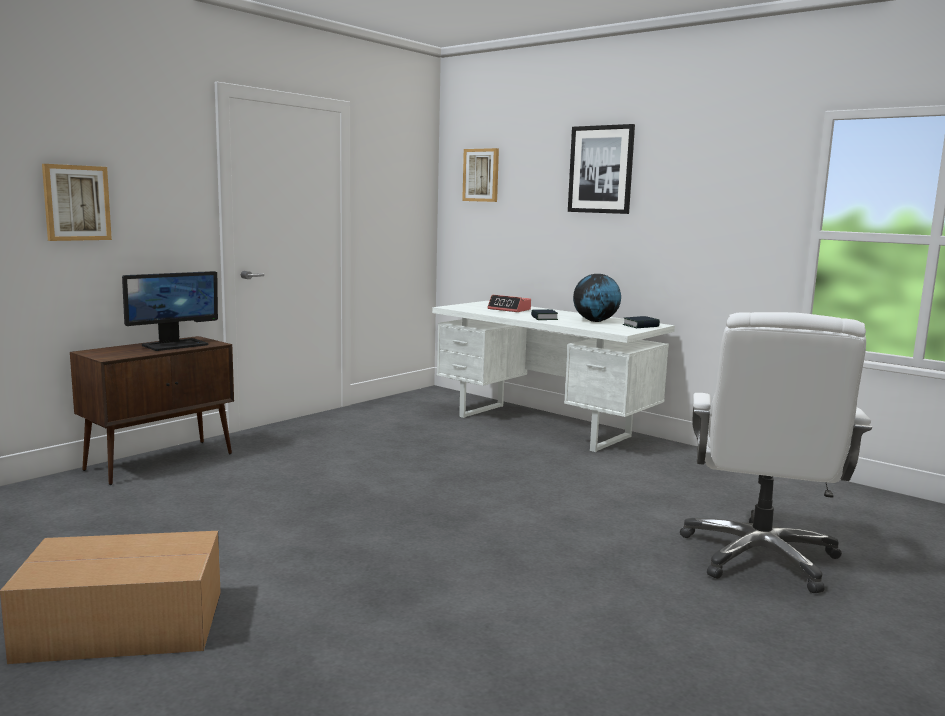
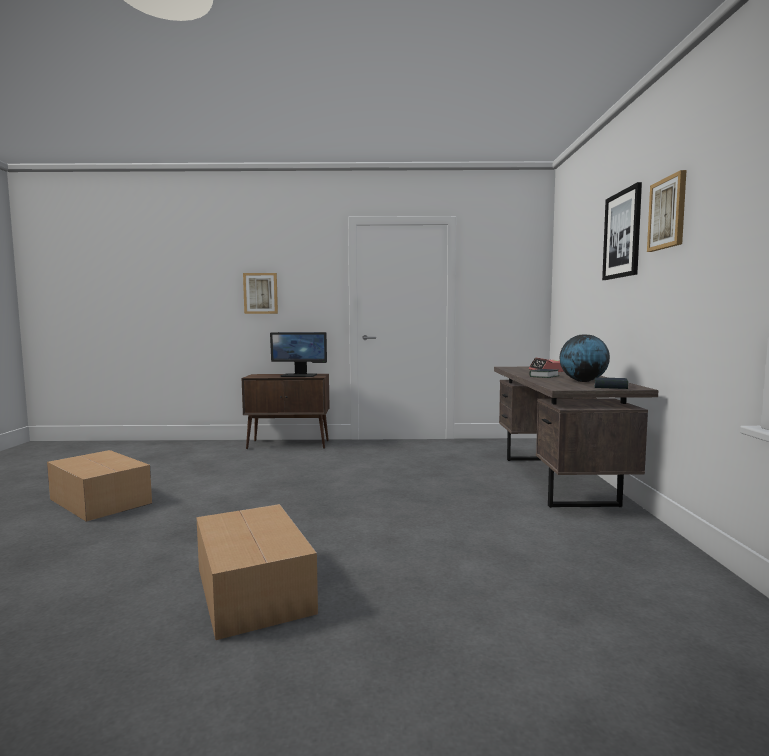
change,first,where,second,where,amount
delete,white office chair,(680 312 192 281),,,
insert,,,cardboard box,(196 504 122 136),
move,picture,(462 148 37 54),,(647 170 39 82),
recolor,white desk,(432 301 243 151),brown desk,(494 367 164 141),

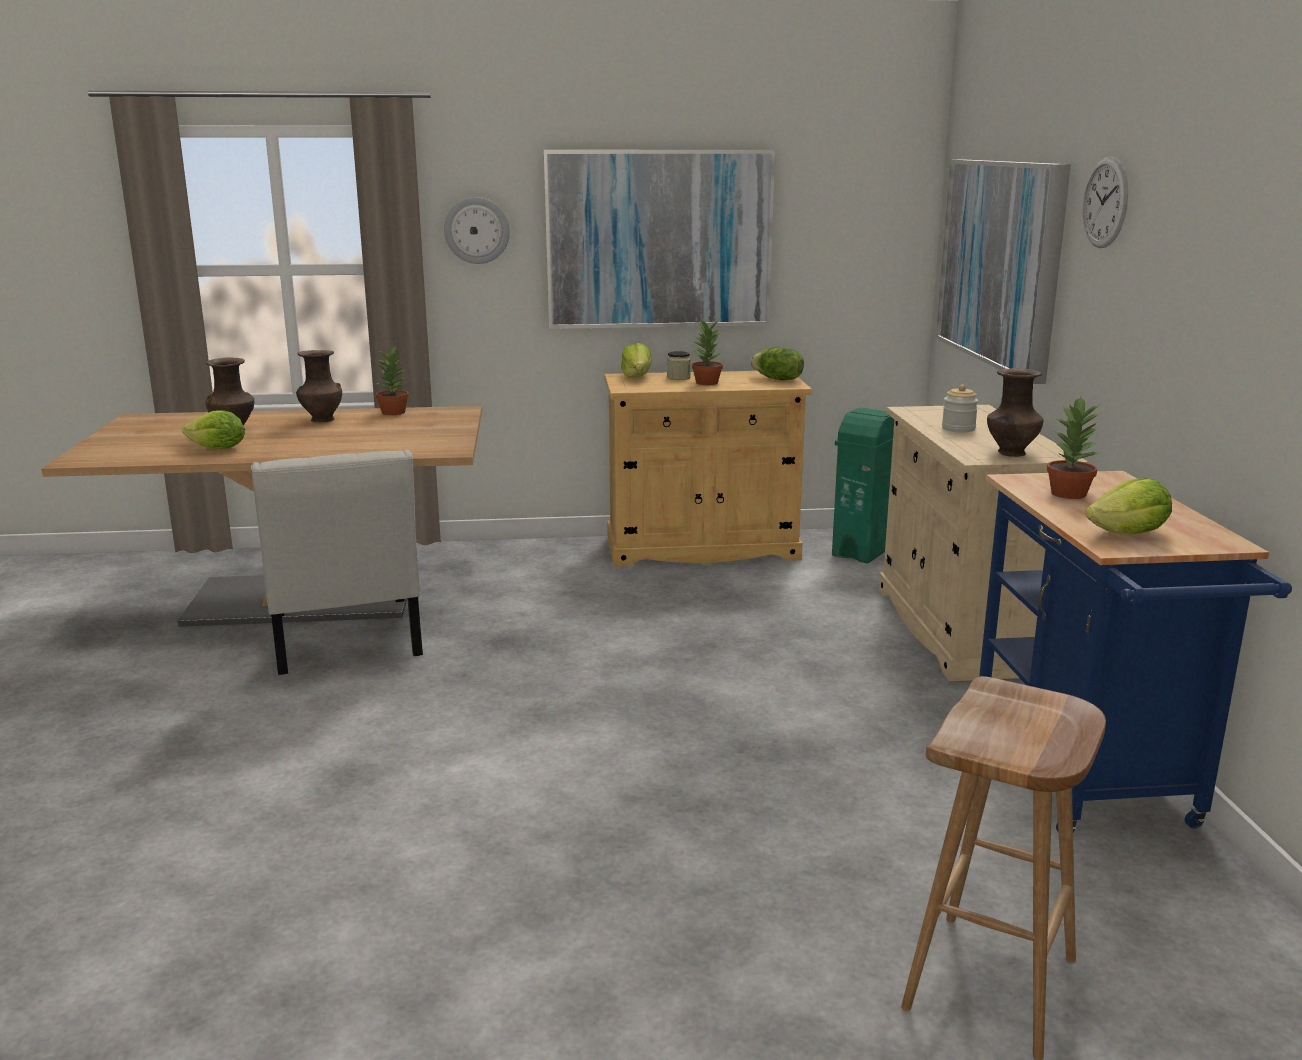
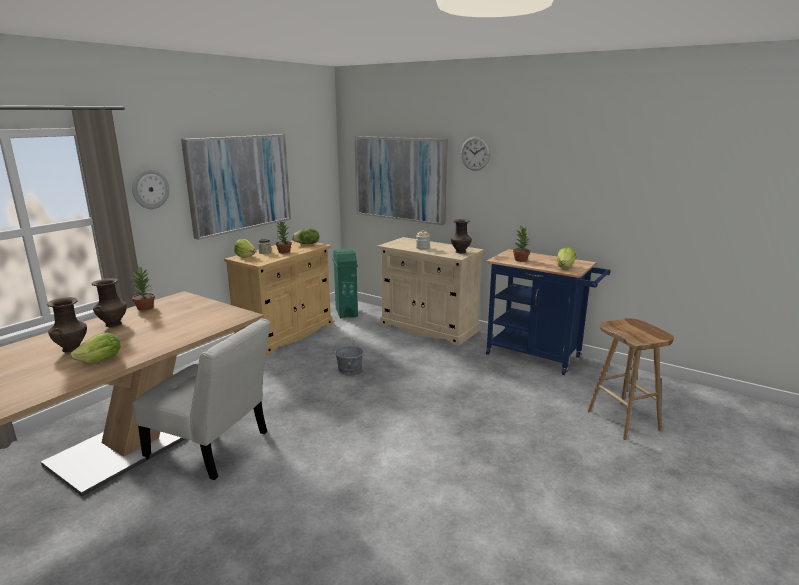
change,first,where,second,where,amount
insert,,,grey bucket,(335 337 29 38),

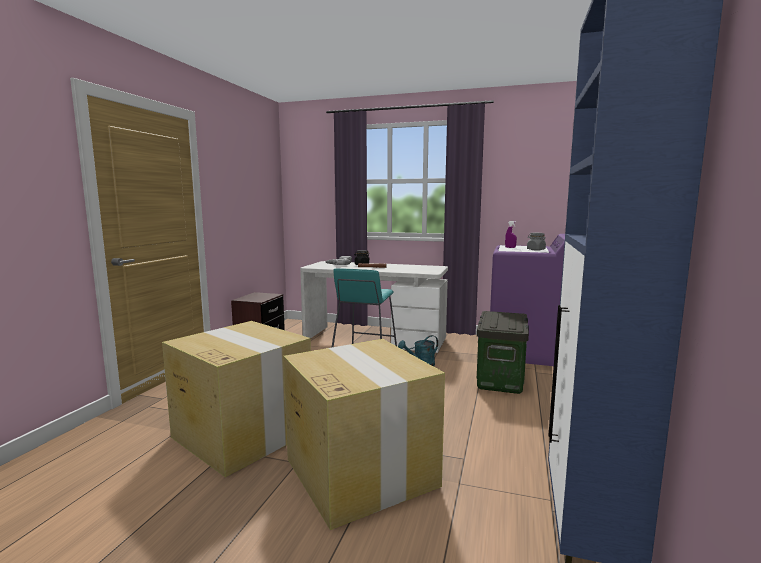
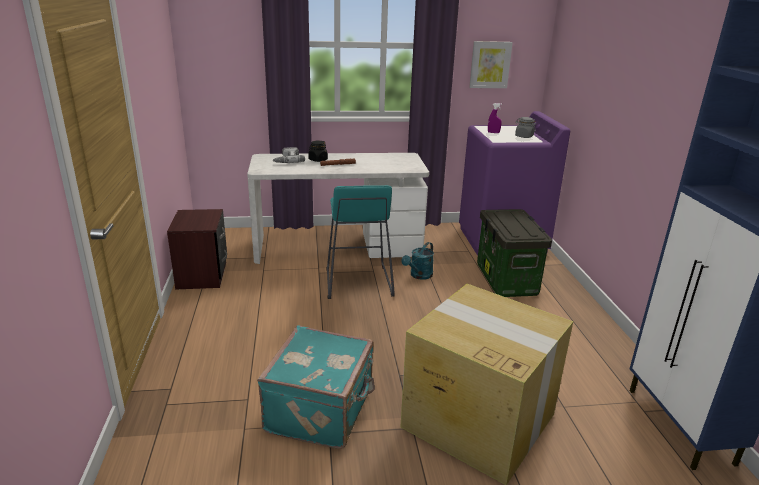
change,first,where,second,where,amount
insert,,,picture,(469 41 44 47),
replace,cardboard box,(162 321 149 156),turquoise suitcase,(257 325 118 124),

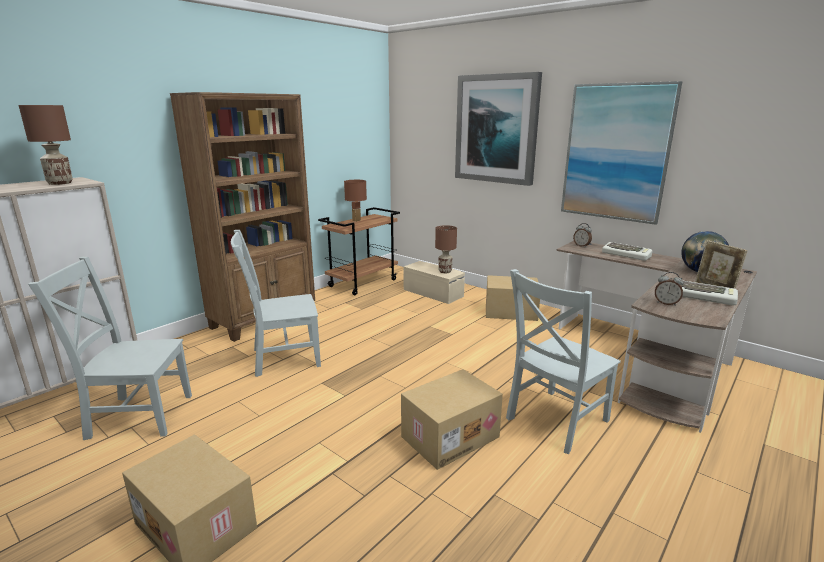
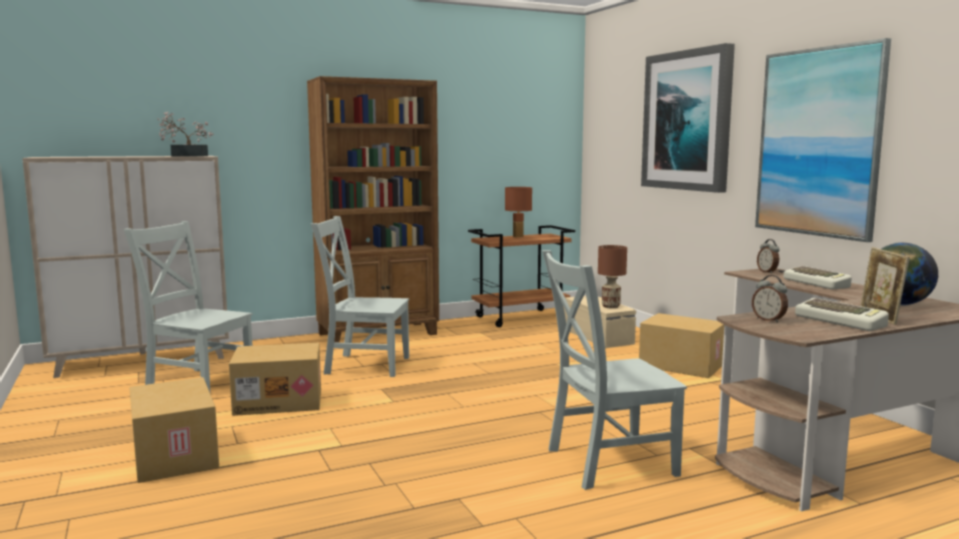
change,first,where,second,where,amount
move,cardboard box,(401 369 102 101),,(229 343 92 73),
replace,brown table lamp,(19 105 54 80),potted plant,(157 112 56 45),

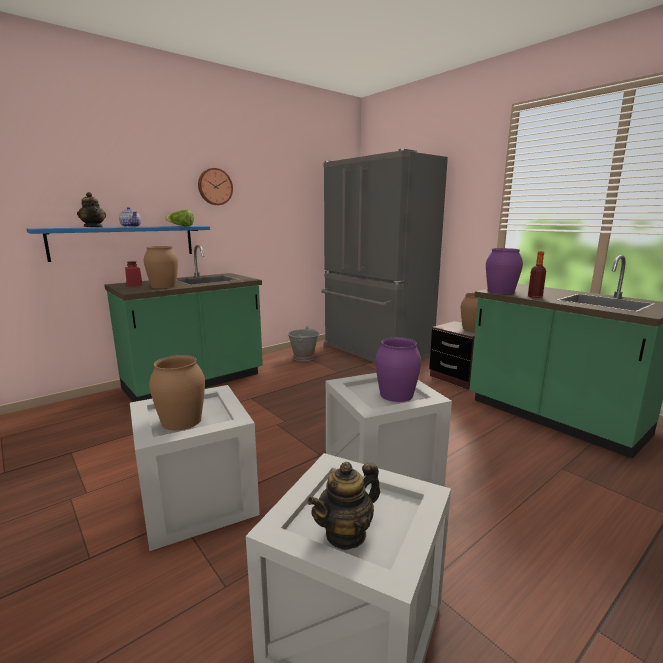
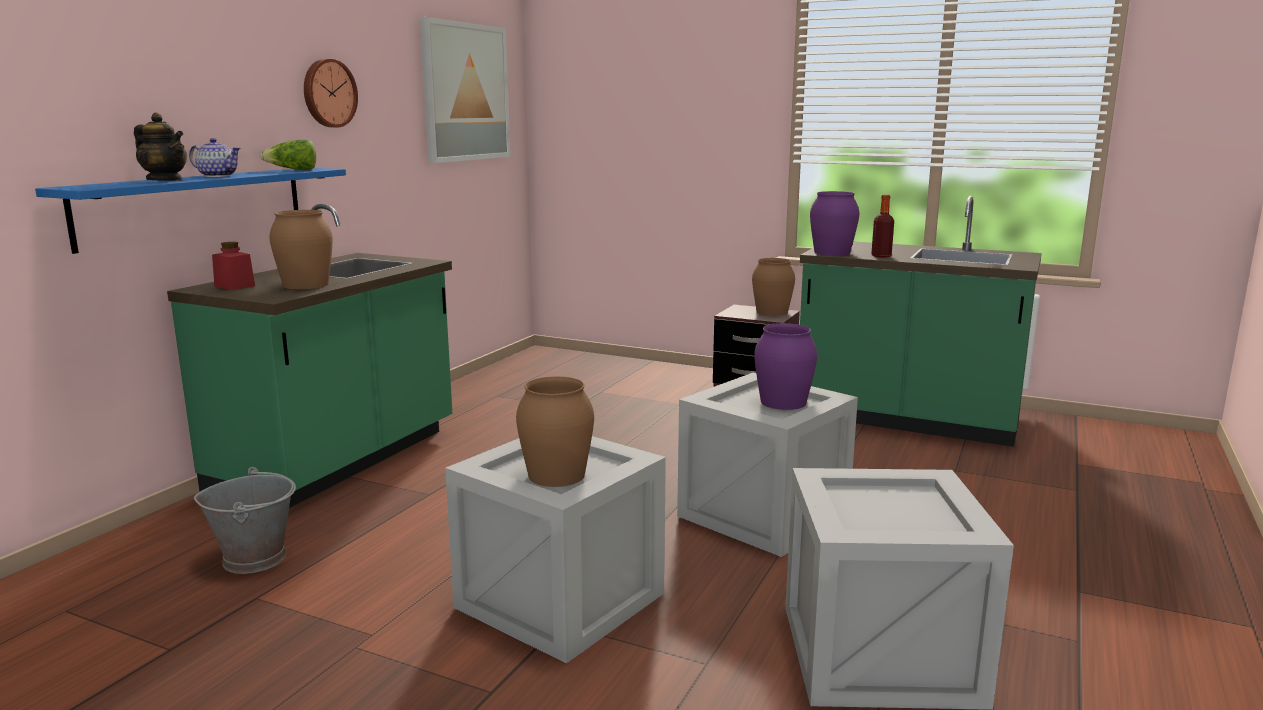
change,first,where,second,where,amount
delete,teapot,(307 462 73 88),,,
delete,grey fridge,(321 149 127 213),,,
insert,,,picture,(420 17 90 146),
move,grey bucket,(287 326 33 35),,(194 467 102 107),

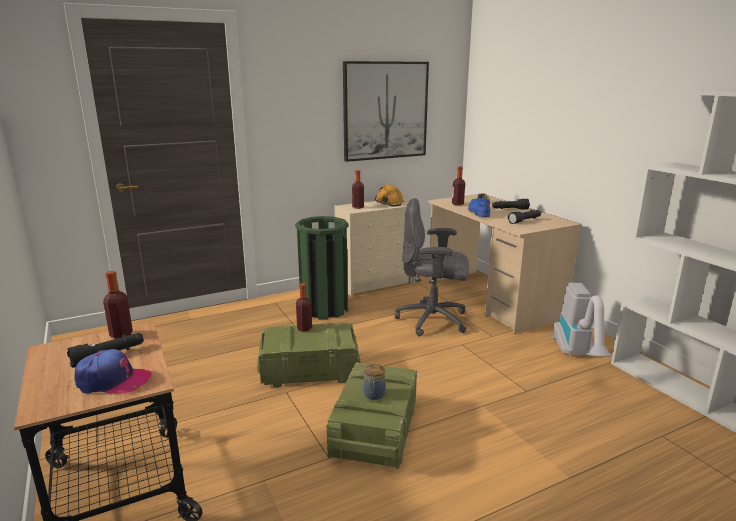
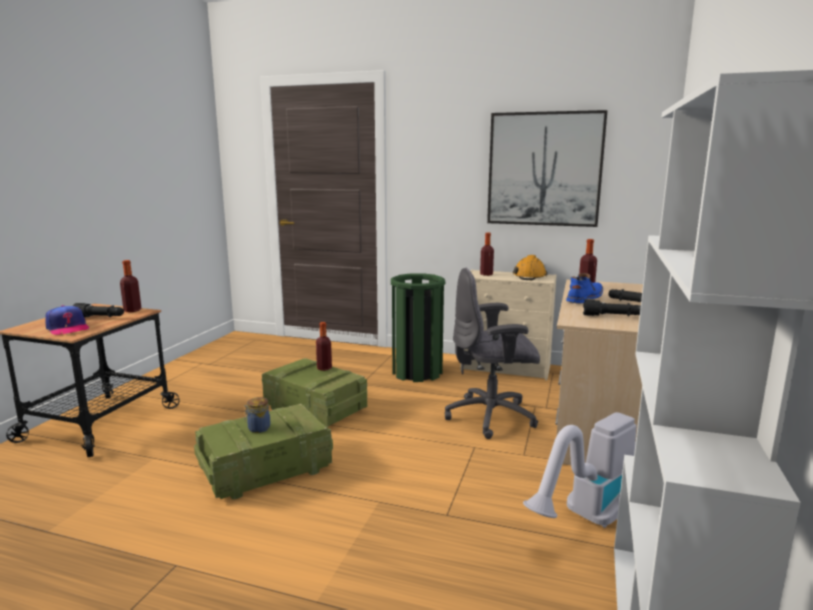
change,first,where,second,where,amount
rotate,grey office chair,(395 198 74 139),,(445 268 95 171),60 degrees counterclockwise

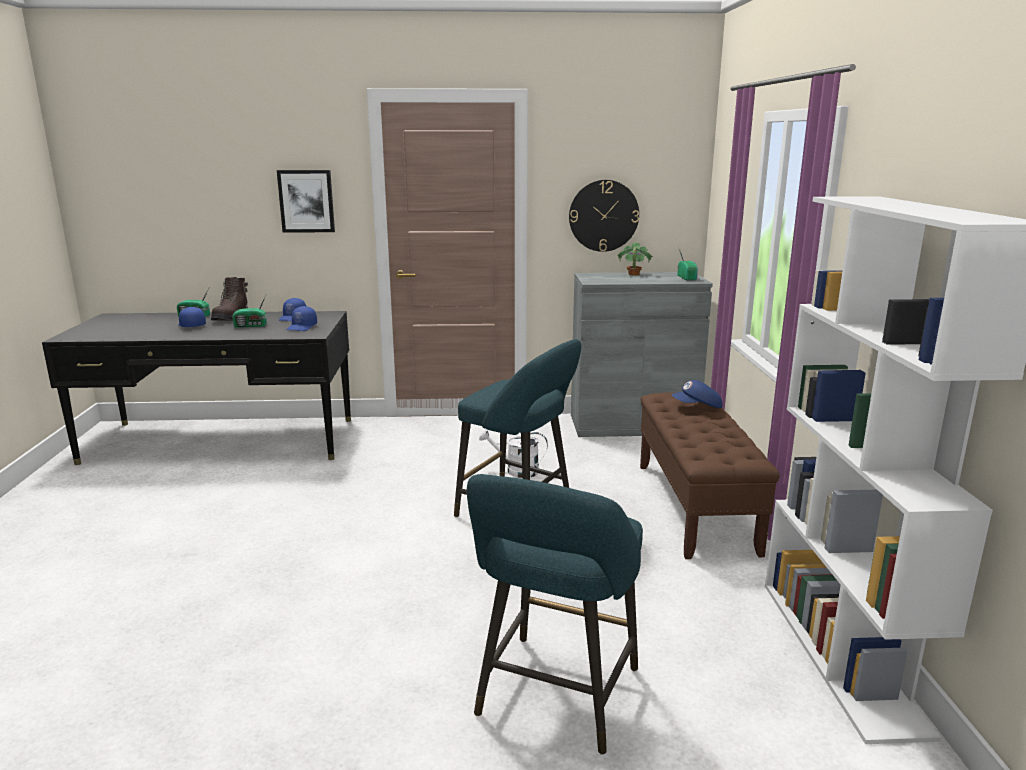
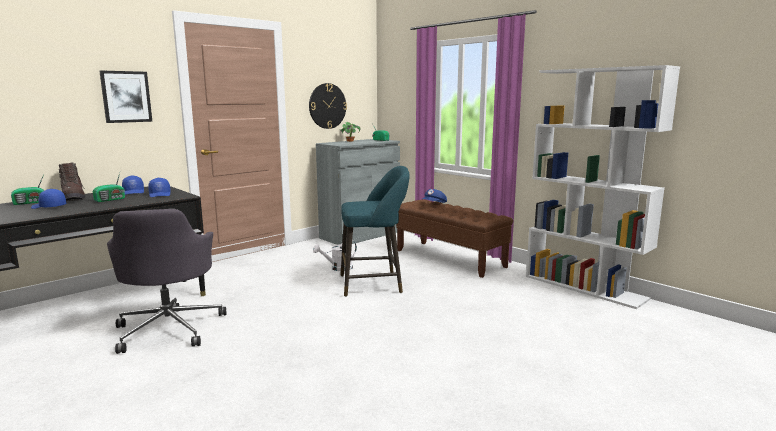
change,first,where,second,where,amount
delete,turquoise stool,(467 474 176 281),,,
insert,,,grey office chair,(107 209 119 145),

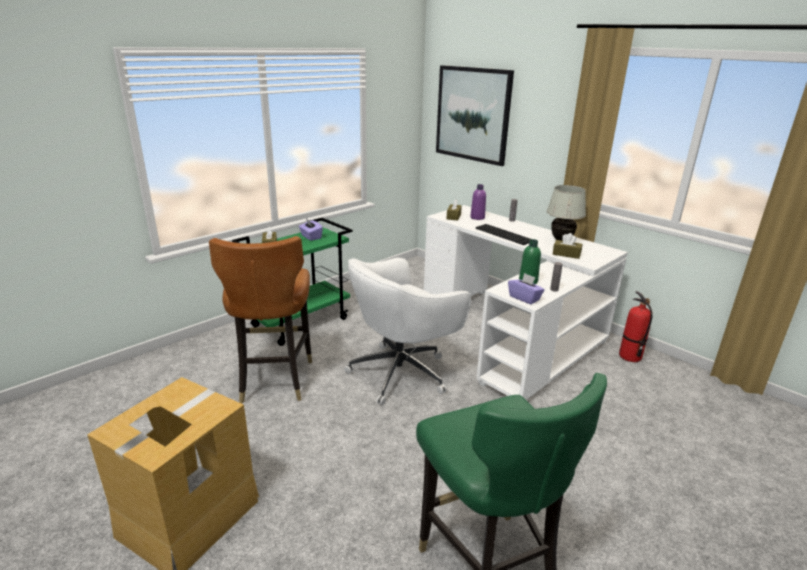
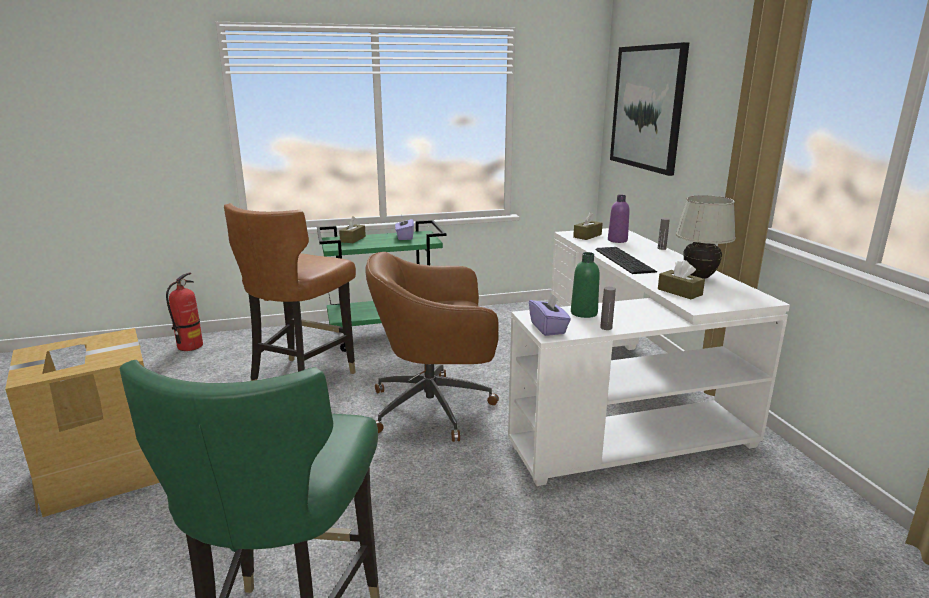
change,first,where,second,where,amount
move,fire extinguisher,(619 291 34 71),,(166 272 37 79),
recolor,white office chair,(344 258 127 147),brown office chair,(365 252 134 190),

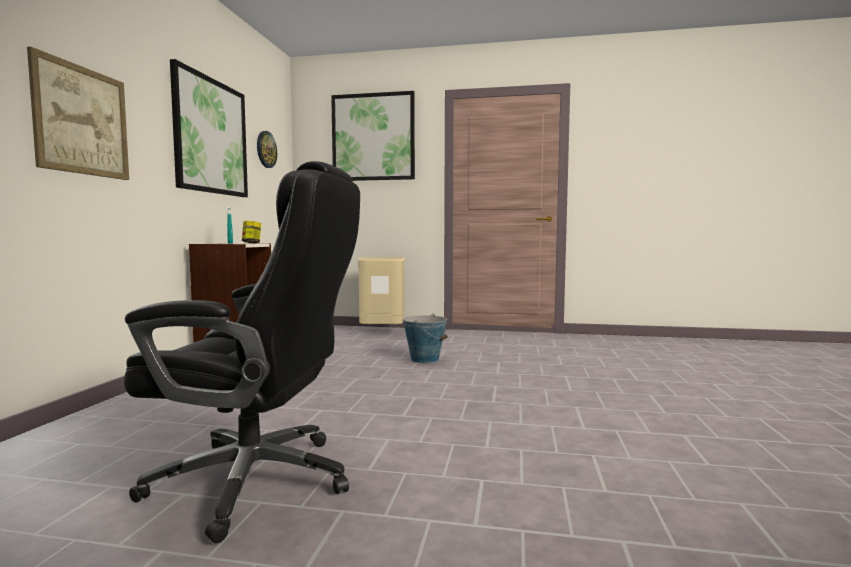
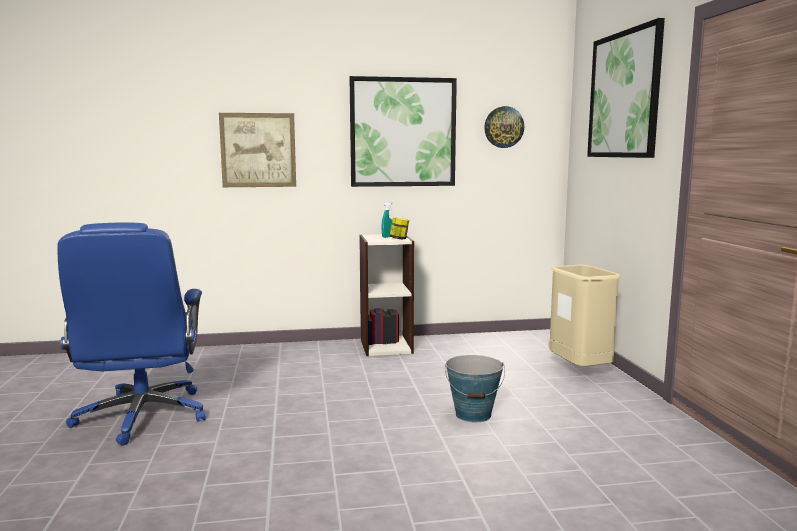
change,first,where,second,where,amount
recolor,black office chair,(124 161 236 382),blue office chair,(57 223 149 223),

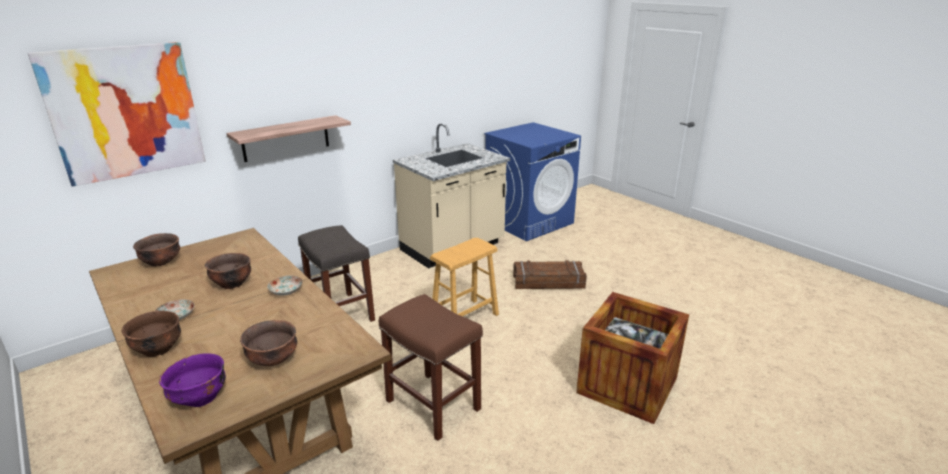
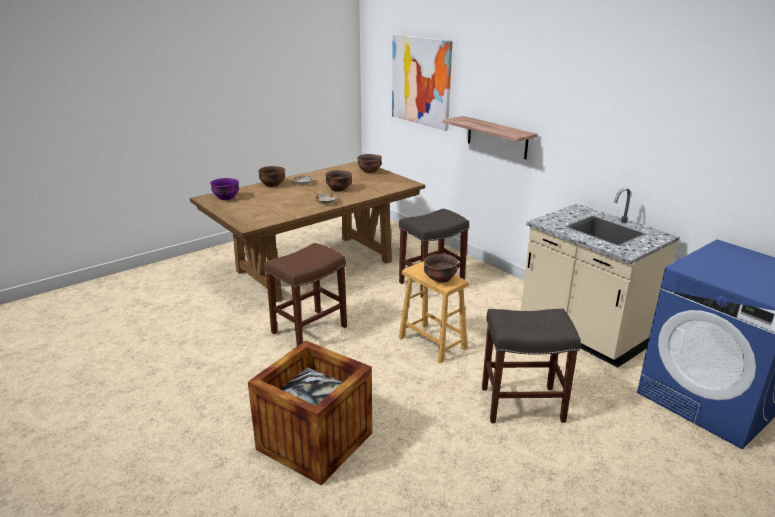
change,first,where,second,where,amount
move,brown bowl,(240 320 57 46),,(424 254 34 29),
replace,crate,(513 260 74 29),grey stool,(482 309 99 114),

